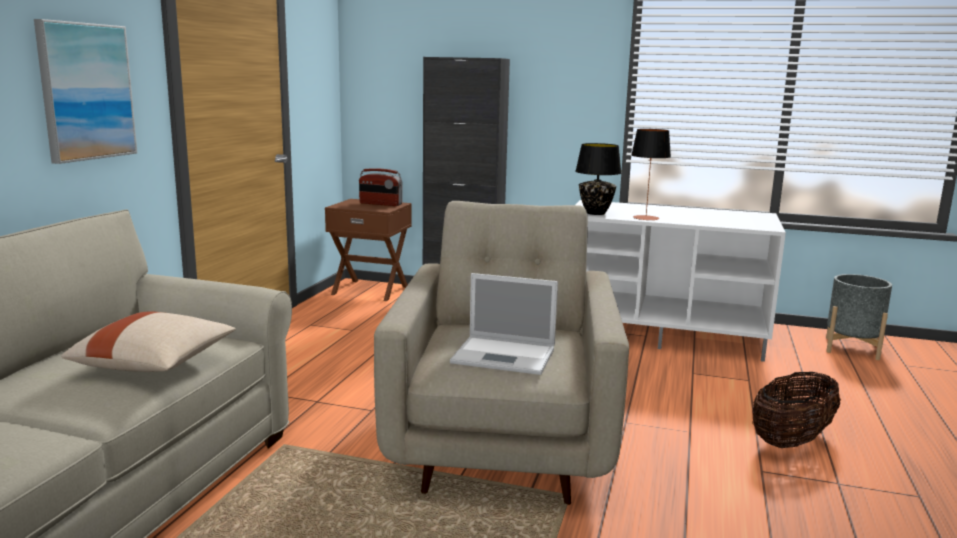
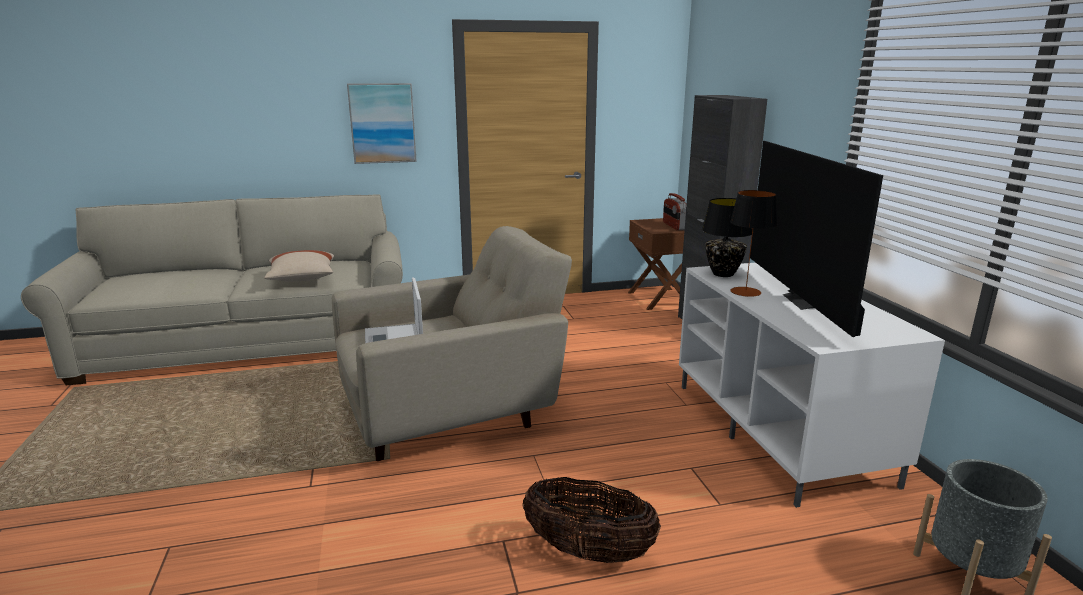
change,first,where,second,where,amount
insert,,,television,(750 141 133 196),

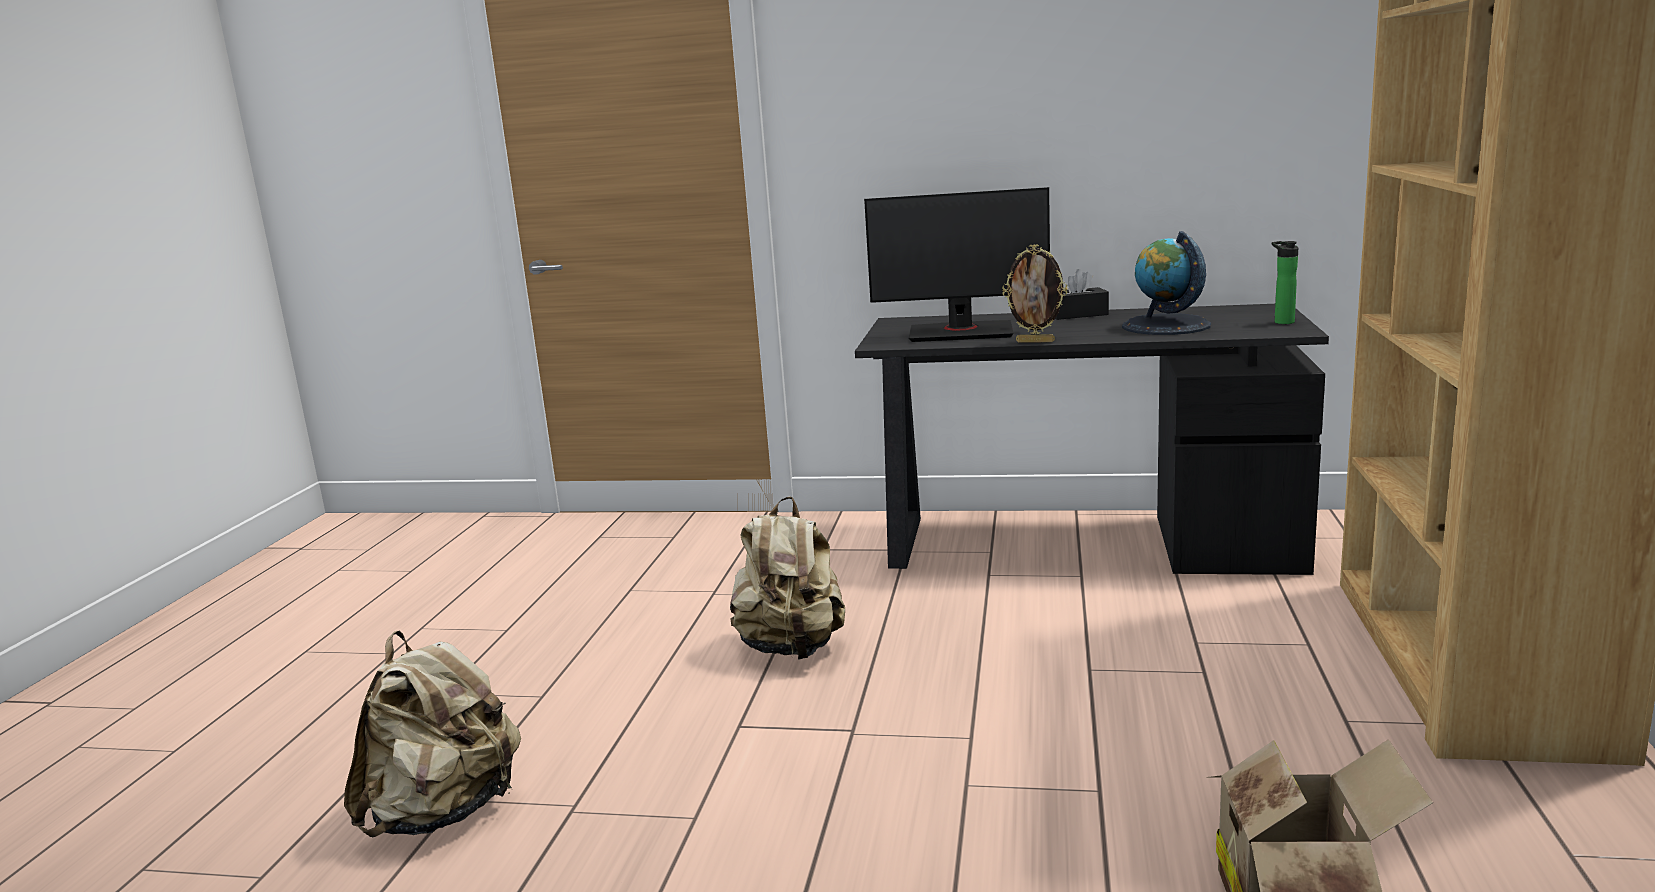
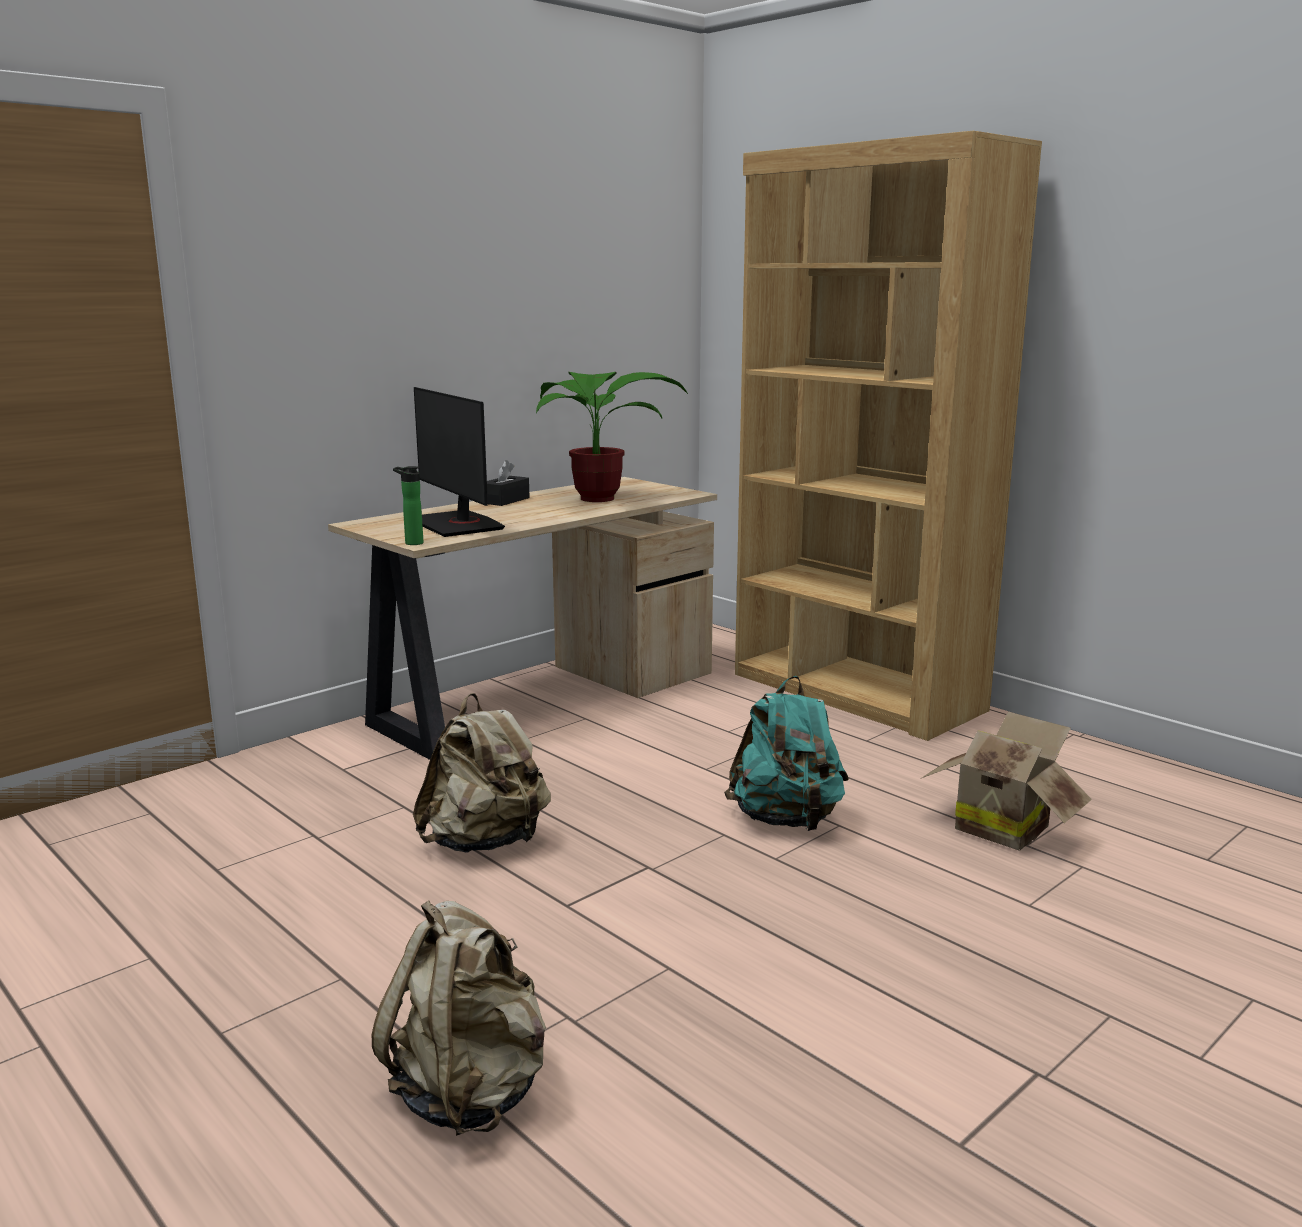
change,first,where,second,where,amount
delete,picture frame,(1002 245 65 98),,,
insert,,,turquoise backpack,(724 676 125 155),
move,bottle,(1272 241 26 83),,(393 466 31 79),
replace,globe,(1122 231 89 104),potted plant,(536 372 152 130),
recolor,black desk,(855 304 474 271),beige desk,(328 477 389 283),
rotate,monitor,(864 187 186 155),,(414 387 91 150),105 degrees clockwise

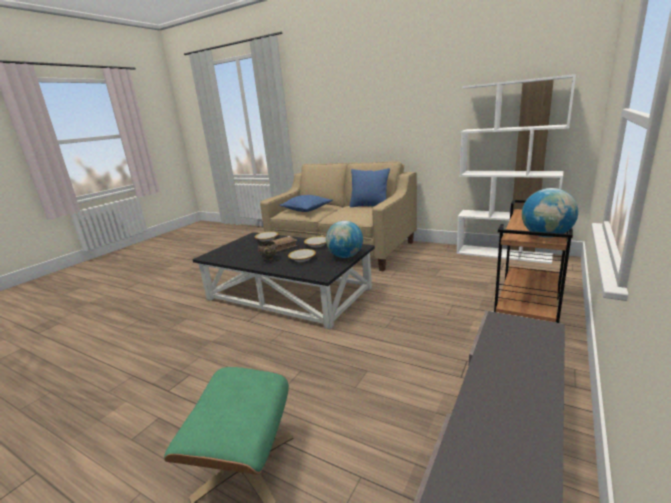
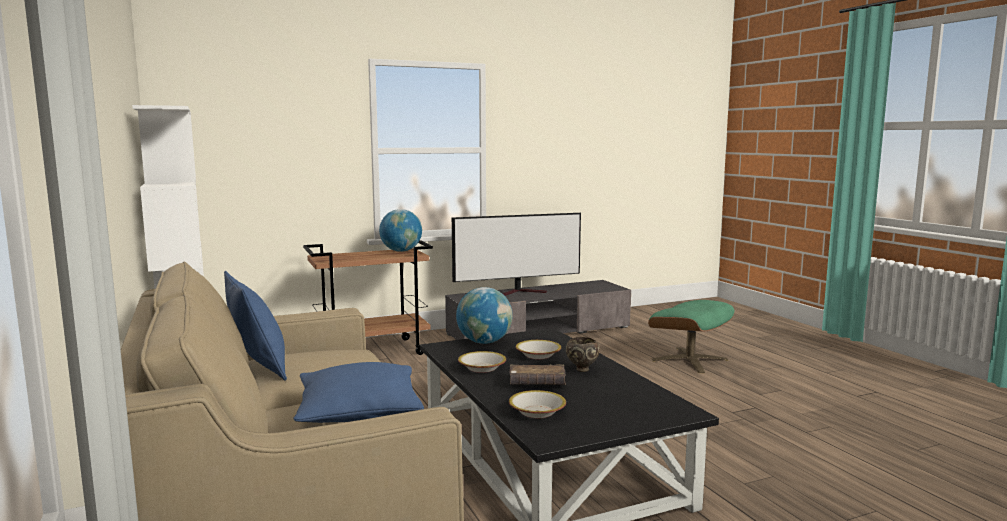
change,first,where,second,where,amount
insert,,,television,(452 213 129 83),

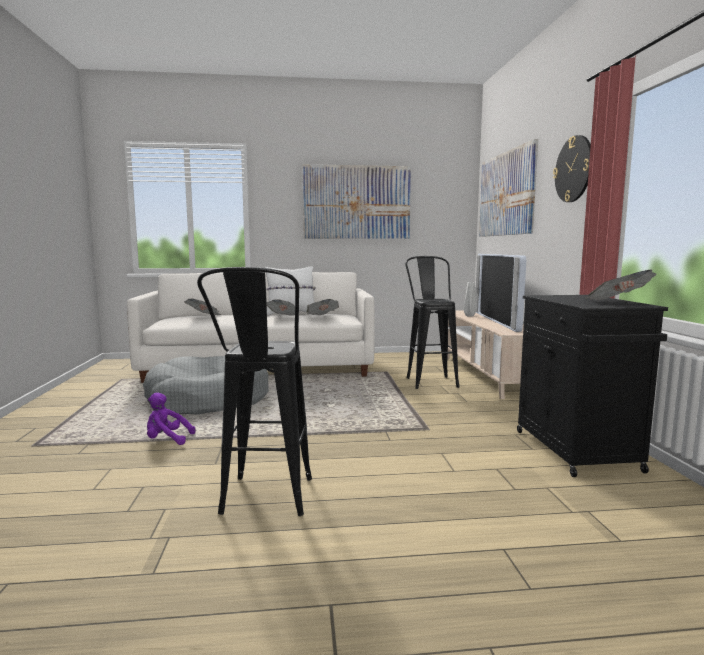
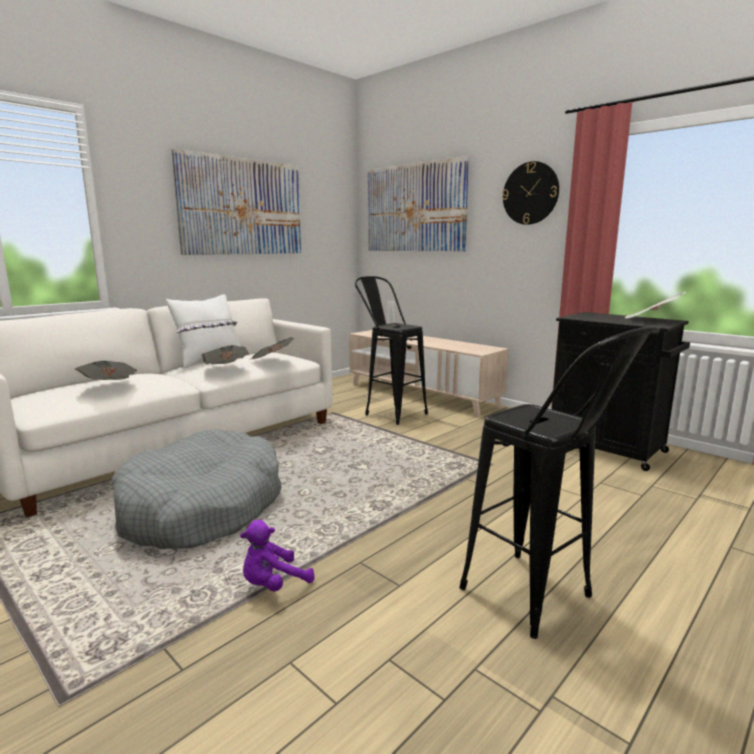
change,first,where,second,where,amount
delete,television,(476 254 50 78),,,

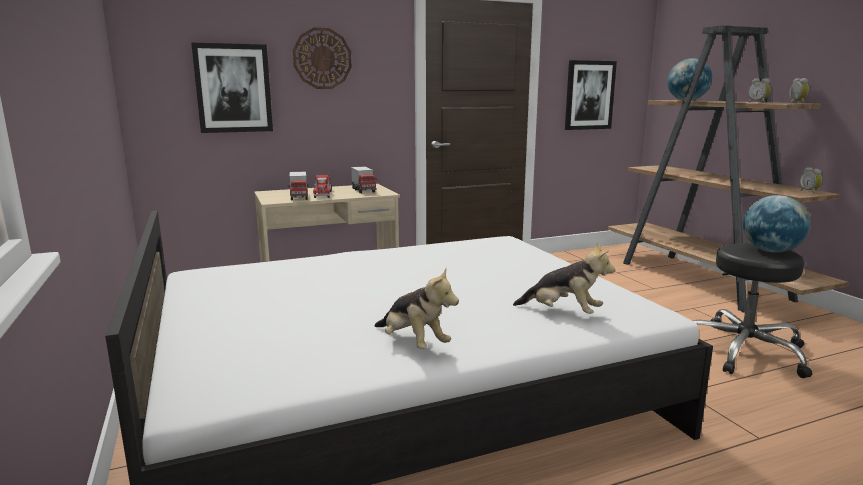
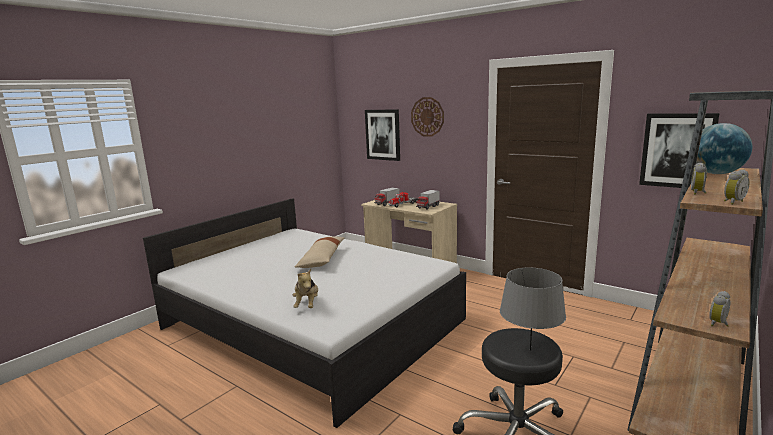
change,first,where,second,where,amount
delete,plush toy,(375 268 84 81),,,
insert,,,beige pillow,(295 236 49 32),
replace,globe,(743 195 67 57),grey table lamp,(500 268 66 83),

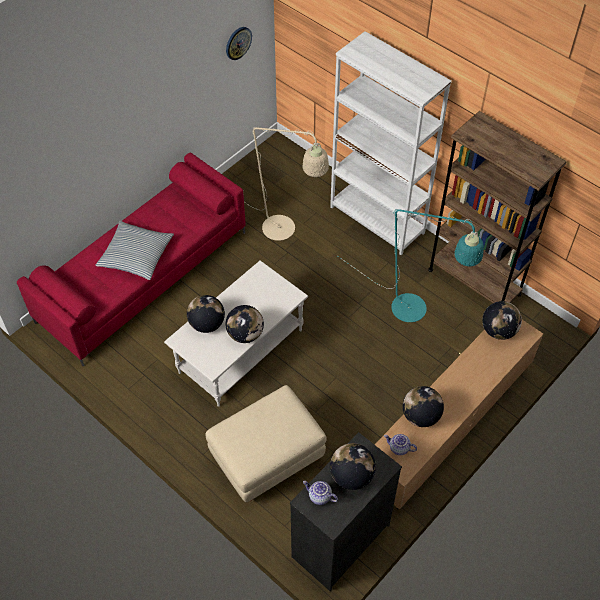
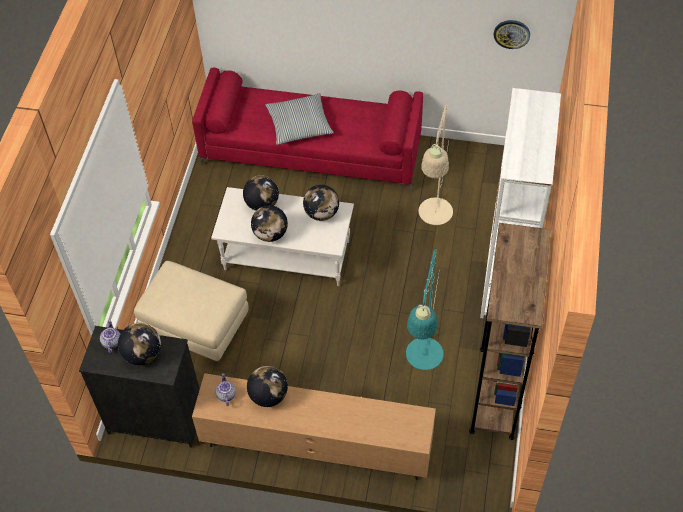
change,first,where,second,where,amount
move,globe,(482 301 40 39),,(303 185 36 36),

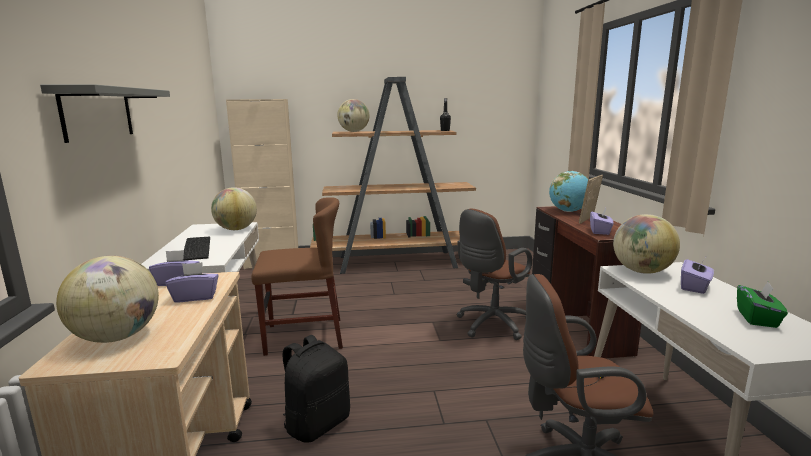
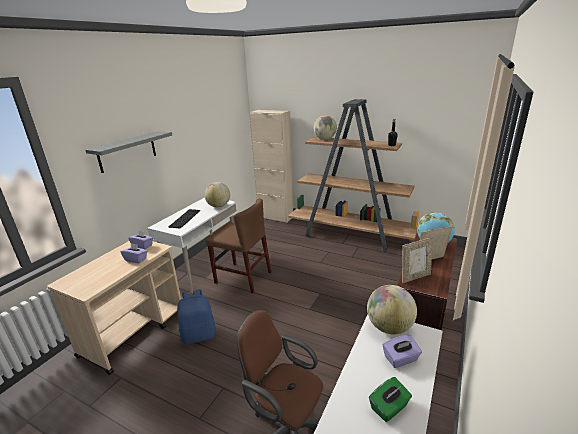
change,first,where,second,where,amount
delete,globe,(56 256 103 87),,,
delete,brown office chair,(457 209 75 131),,,
replace,purple tissue box,(590 208 24 27),picture frame,(402 237 31 46),
recolor,black backpack,(283 335 67 108),blue backpack,(177 289 39 56),

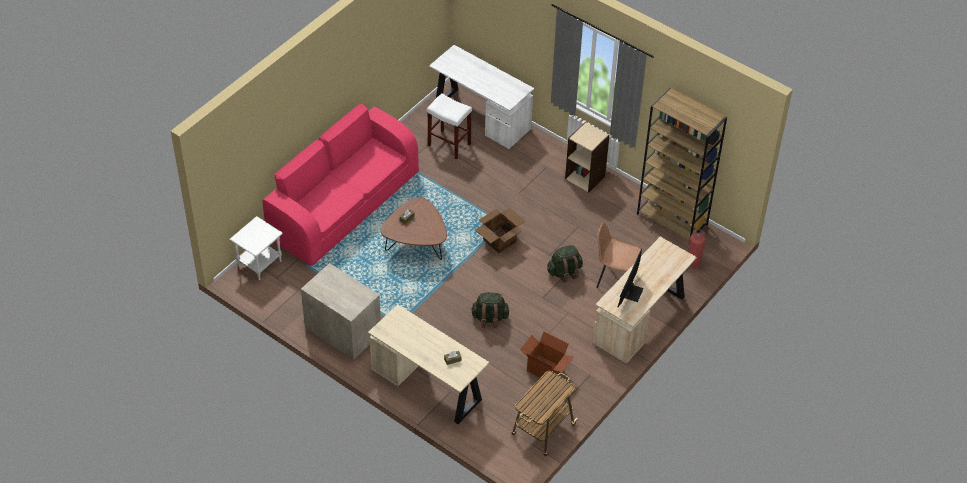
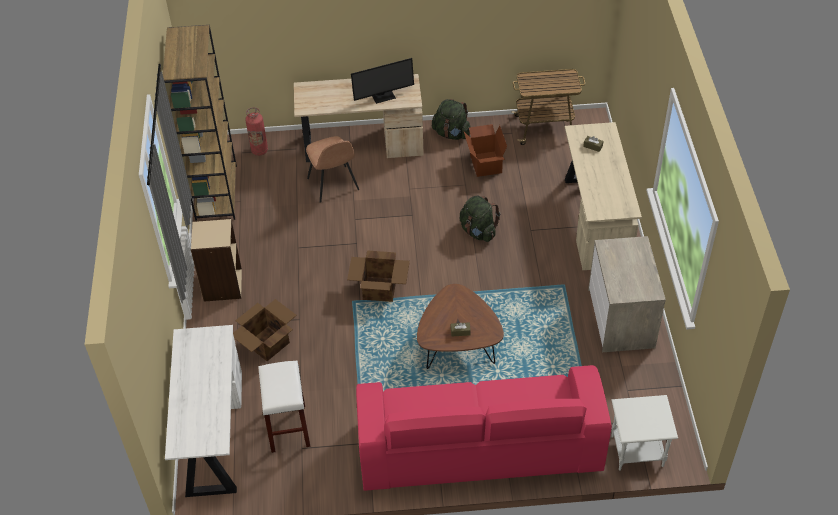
change,first,where,second,where,amount
insert,,,cardboard box,(233 299 64 62),
move,green backpack,(547 245 36 37),,(432 99 39 41),

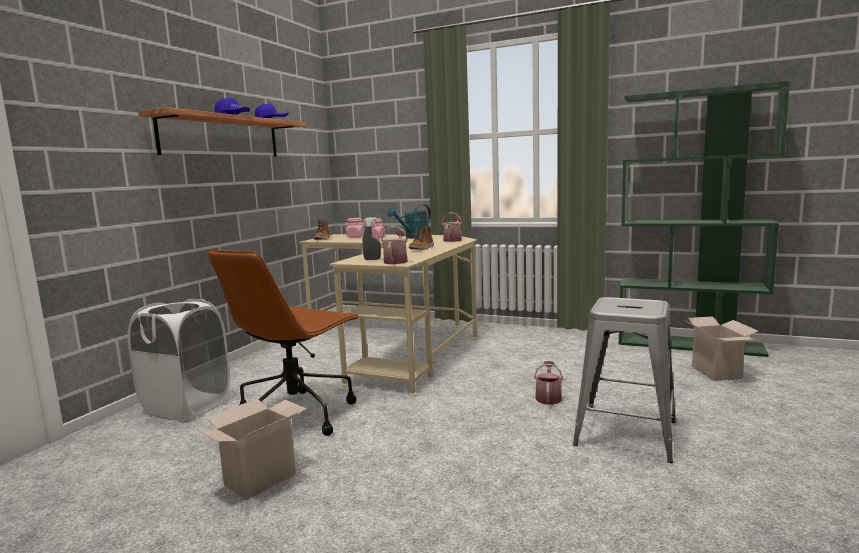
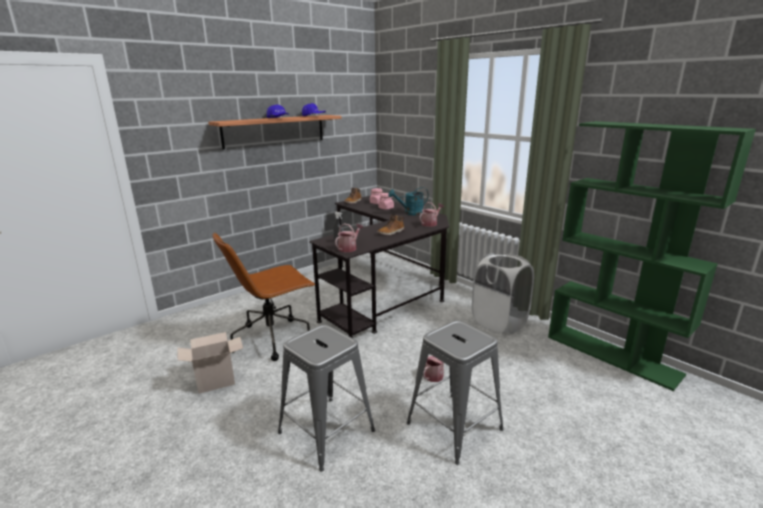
change,first,where,second,where,amount
delete,cardboard box,(684 316 75 65),,,
insert,,,grey stool,(278 325 97 147),
move,white laundry basket,(127 299 103 121),,(472 253 62 81),
recolor,beige desk,(299 234 179 162),black desk,(309 196 140 142),

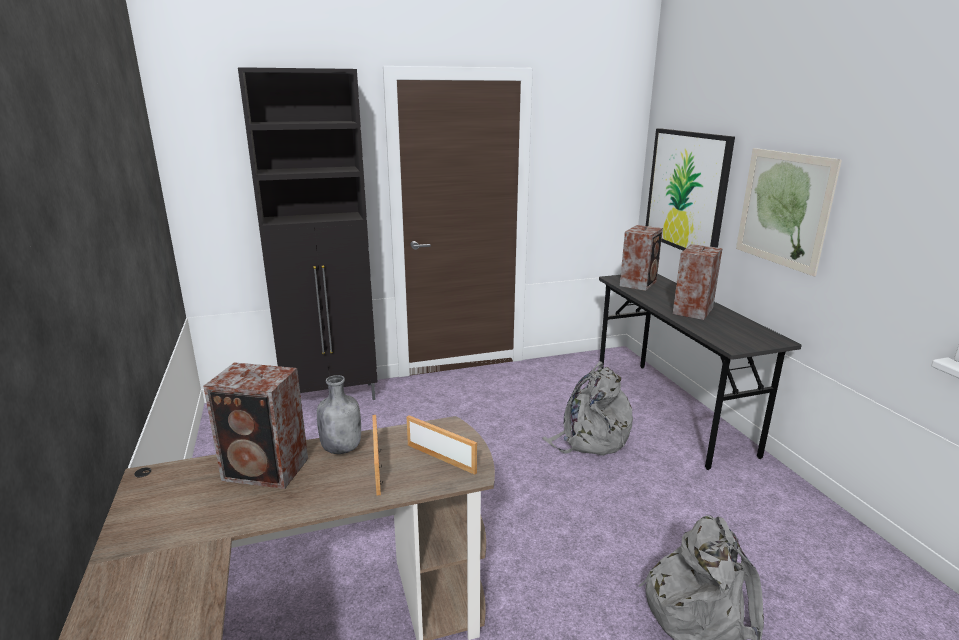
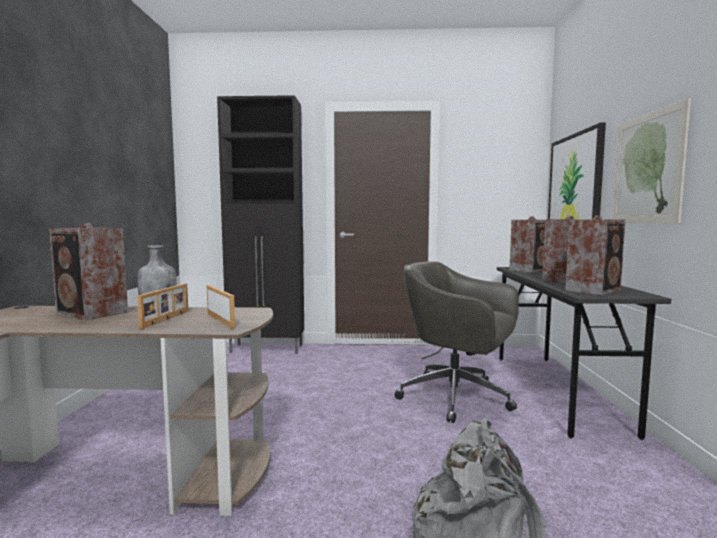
change,first,where,second,where,amount
insert,,,speaker,(565 215 61 80),
replace,grey backpack,(542 361 91 95),grey office chair,(395 261 124 162),

